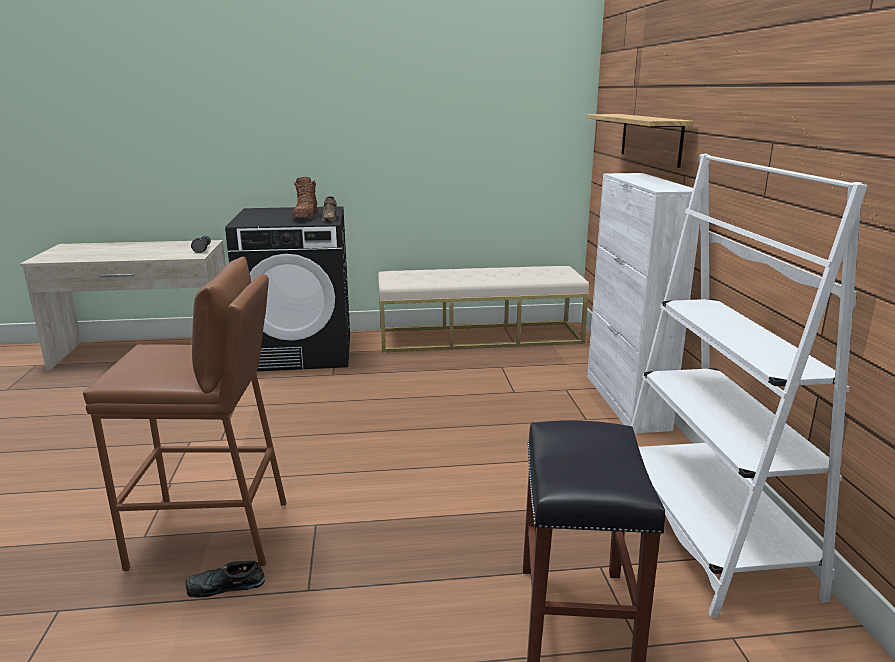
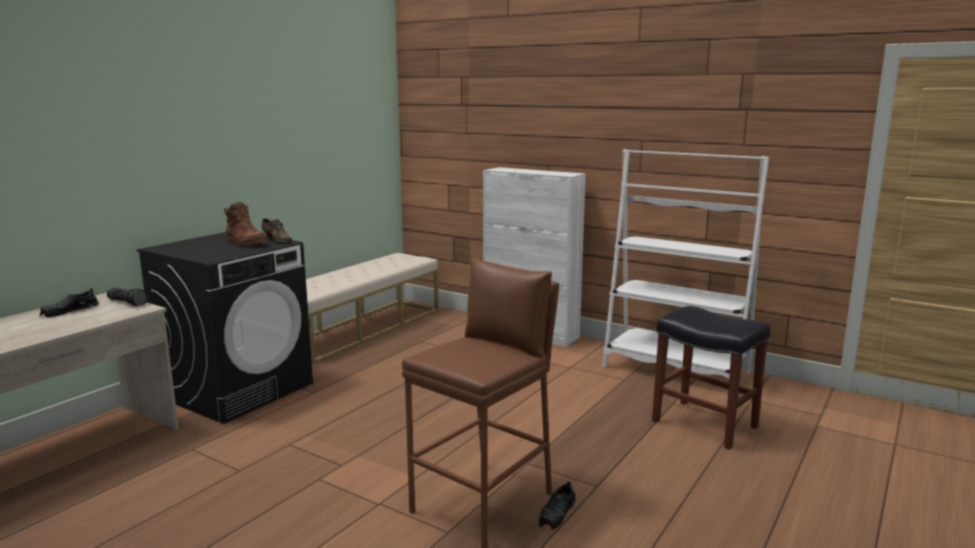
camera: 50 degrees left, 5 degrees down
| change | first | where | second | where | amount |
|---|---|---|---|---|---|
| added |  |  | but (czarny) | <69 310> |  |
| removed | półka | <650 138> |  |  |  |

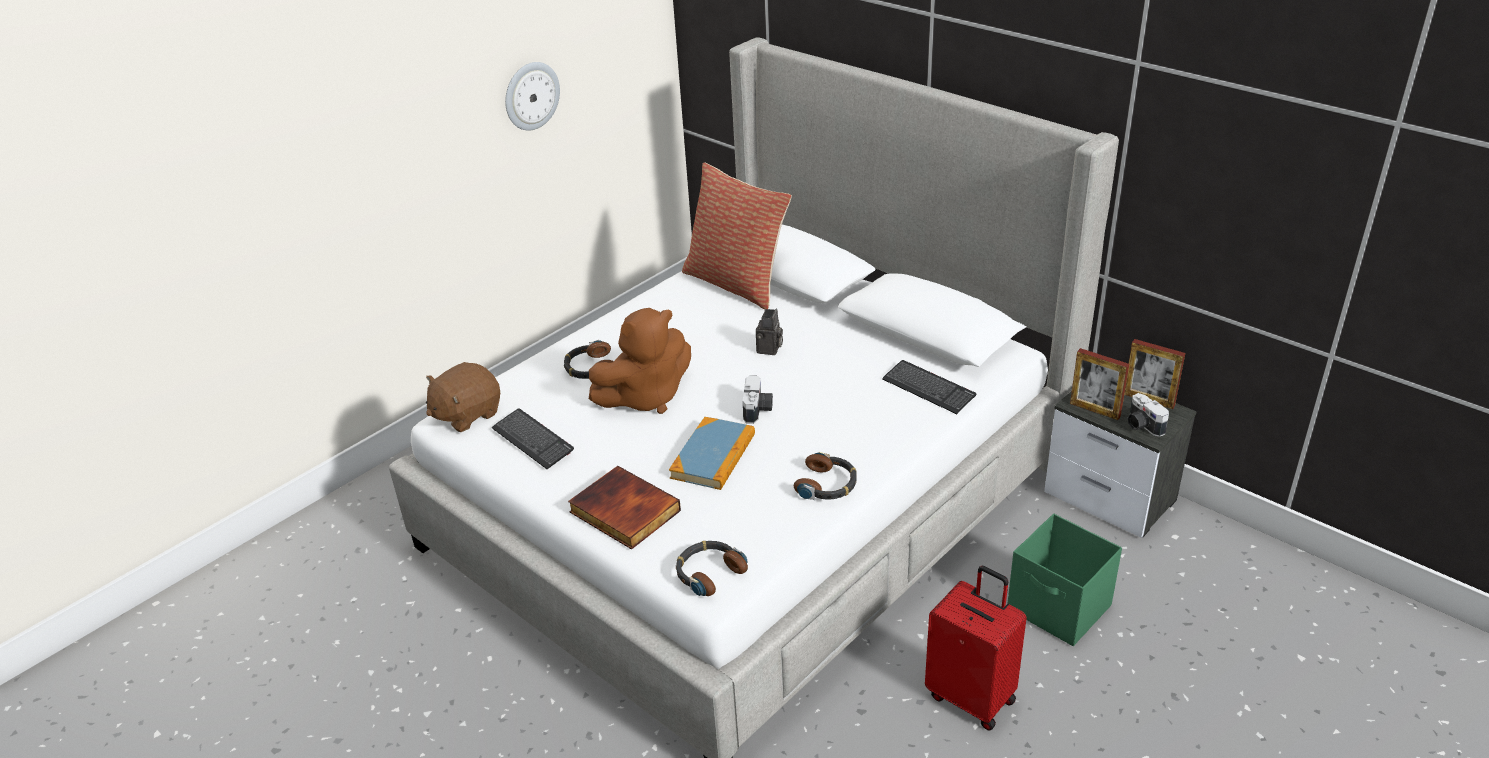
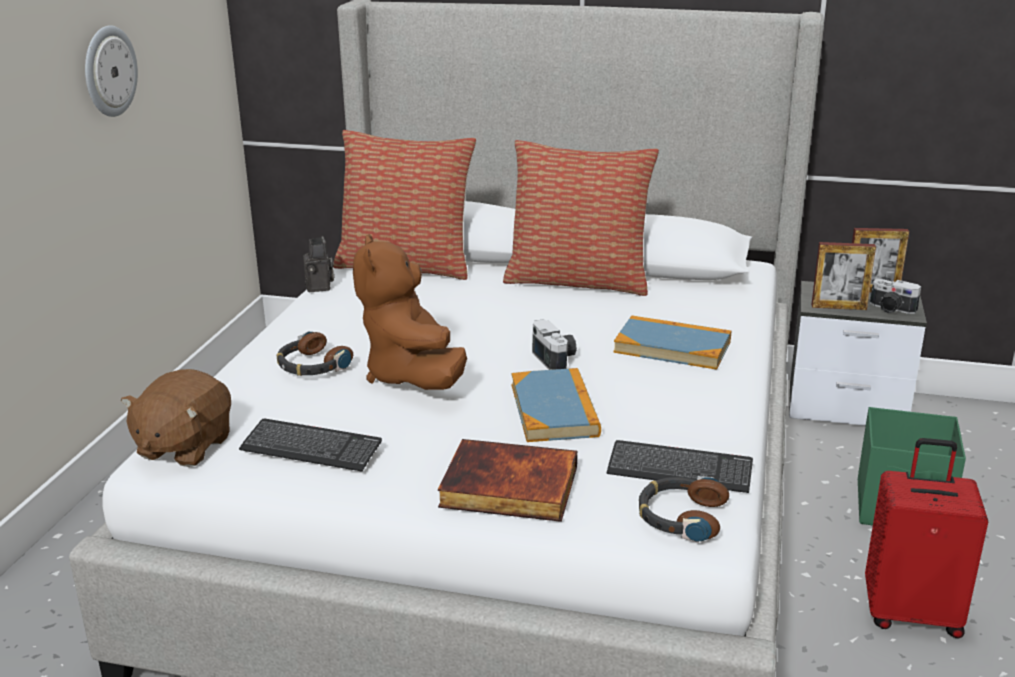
camera: 30 degrees left, 10 degrees down
| change | first | where | second | where | amount |
|---|---|---|---|---|---|
| moved | aparat fotograficzny | <769 350> |  | <320 287> |  |
| turned | pluszak (brązowy) | <646 397> |  | <412 376> | 135 degrees clockwise |
| added |  |  | poduszka | <578 280> |  |
| moved | klawiatura | <928 389> |  | <679 469> |  |
| added |  |  | książka | <672 347> |  |
| removed | słuchawki | <827 485> |  |  |  |

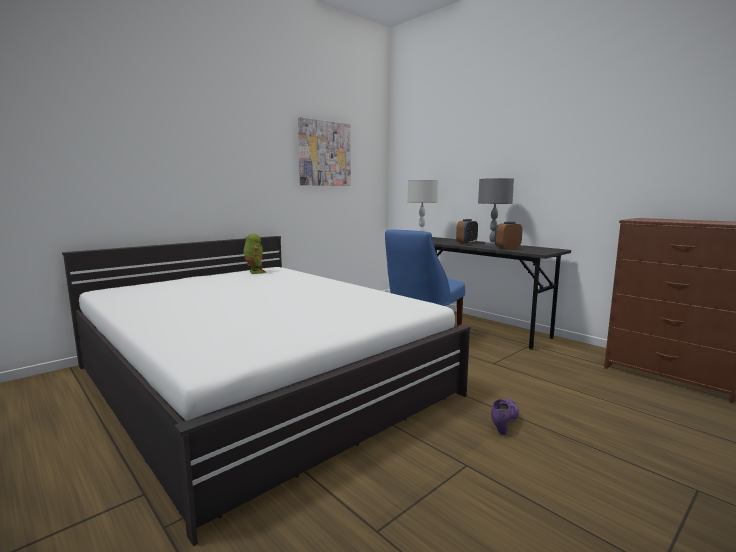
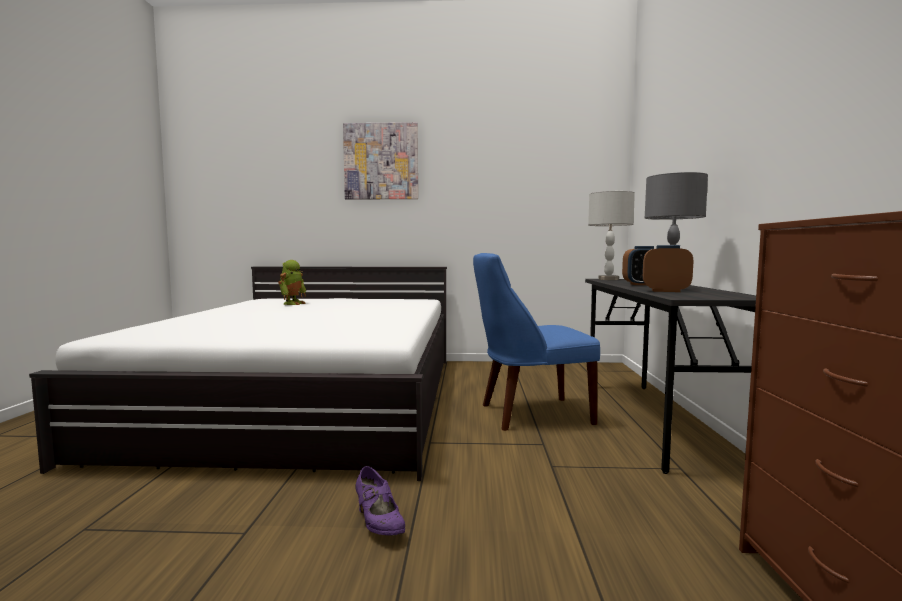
camera: 45 degrees right, 5 degrees down
| change | first | where | second | where | amount |
|---|---|---|---|---|---|
| moved | robot zabawkowy | <254 272> |  | <292 303> |  |
| moved | obraz | <324 153> |  | <381 161> |  |
| turned | but (fioletowy) | <503 423> |  | <378 524> | 75 degrees clockwise |

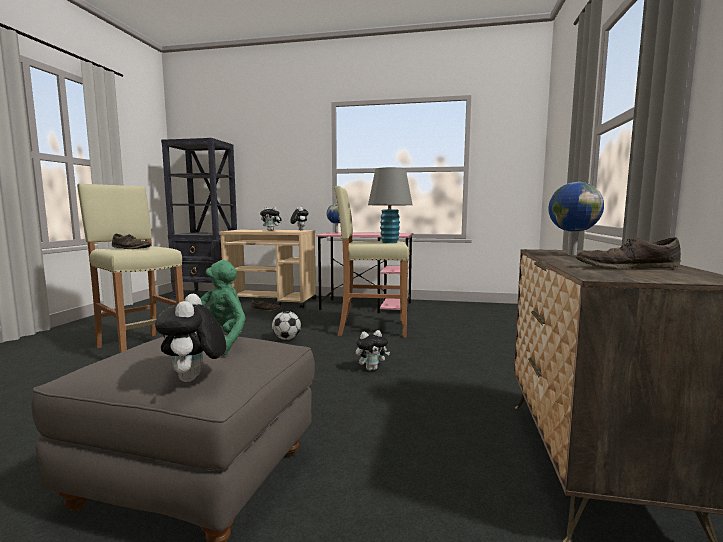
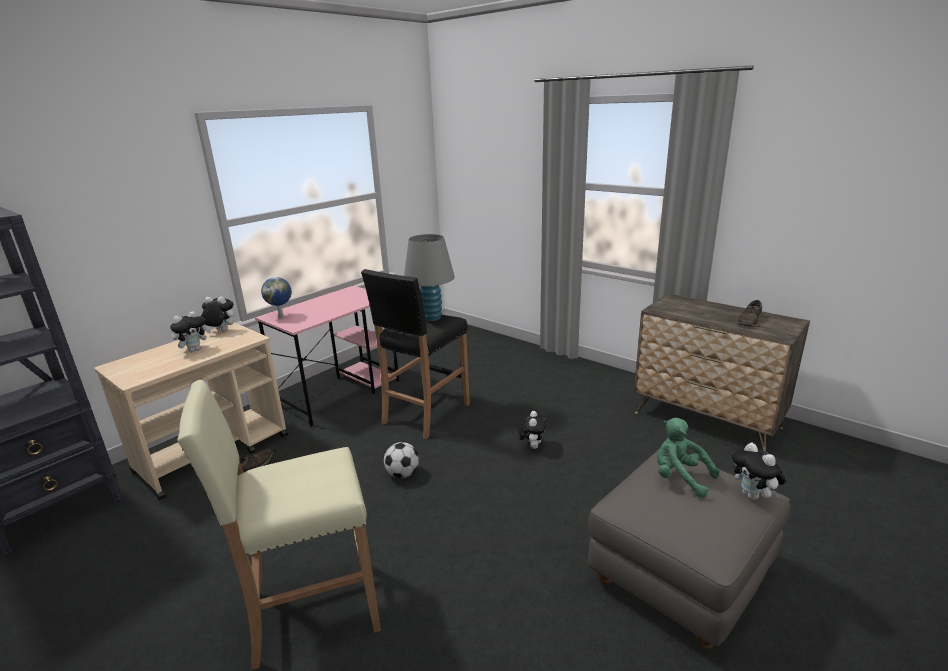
camera: 60 degrees left, 15 degrees up
| change | first | where | second | where | amount |
|---|---|---|---|---|---|
| recoloured | stołek (beżowy) | <371 329> | stołek (czarny) | <425 414> |  |
| turned | pluszak | <194 379> |  | <753 496> | 45 degrees clockwise |
| removed | but (brązowy) | <131 248> |  |  |  |
| removed | globus | <571 254> |  |  |  |

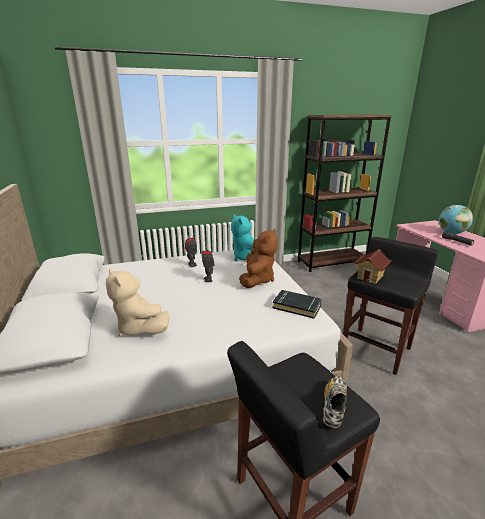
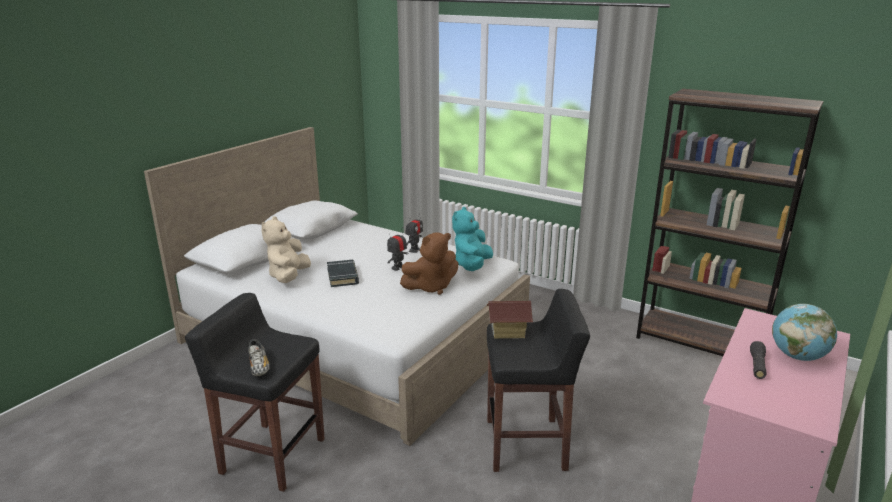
camera: 50 degrees right, 0 degrees up
| change | first | where | second | where | amount |
|---|---|---|---|---|---|
| turned | but | <334 406> |  | <259 366> | 90 degrees clockwise |
| moved | książka (czarny) | <297 306> |  | <343 276> |  |

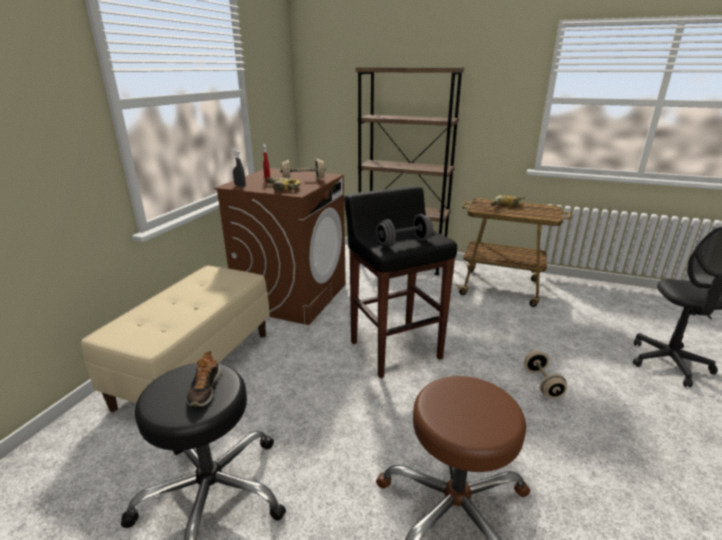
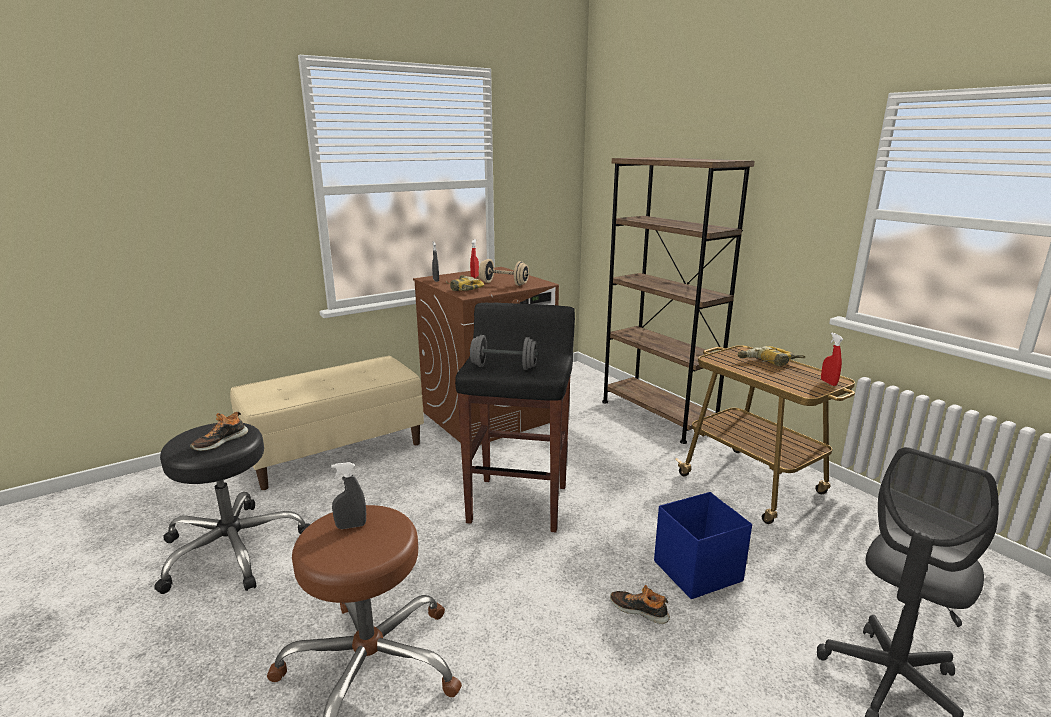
camera: 35 degrees right, 5 degrees down
| change | first | where | second | where | amount |
|---|---|---|---|---|---|
| added |  |  | spryskiwacz (szary) | <351 526> |  |
| replaced | hantel (beżowy) | <542 383> | but | <639 610> |  |
| added |  |  | pojemnik do przechowywania (niebieski) | <696 571> |  |
| added |  |  | spryskiwacz (czerwony) | <828 382> |  |

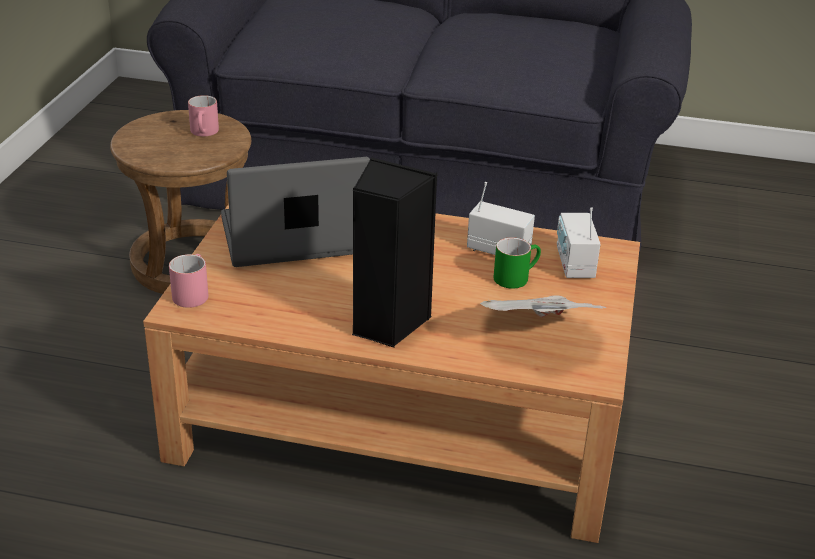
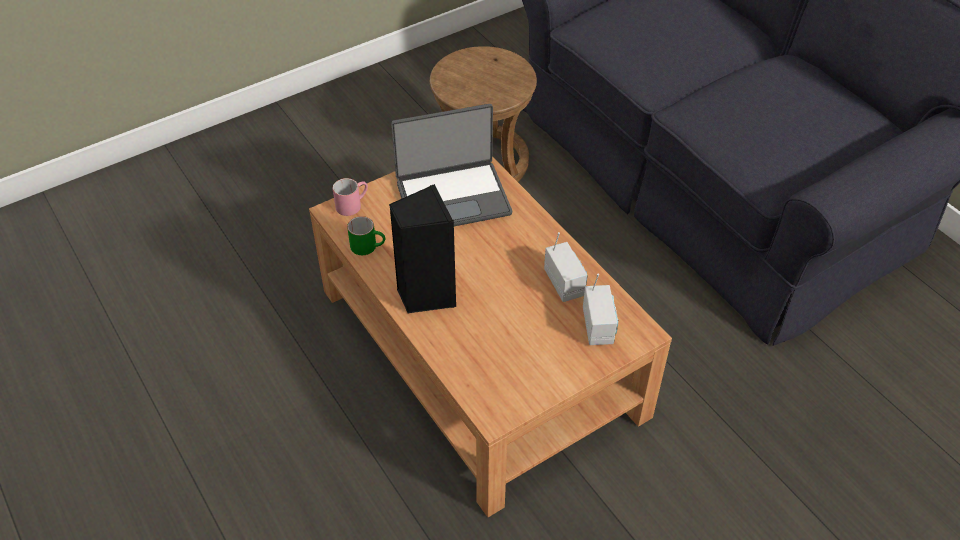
camera: 45 degrees right, 15 degrees up
| change | first | where | second | where | amount |
|---|---|---|---|---|---|
| moved | kubek (zielony) | <516 276> |  | <368 246> |  |
| turned | laptop | <293 238> |  | <453 197> | 135 degrees clockwise |
| turned | radio | <574 264> |  | <598 326> | 135 degrees clockwise |
| removed | kubek (różowy) | <205 133> |  |  |  |
| removed | gazeta | <539 332> |  |  |  |

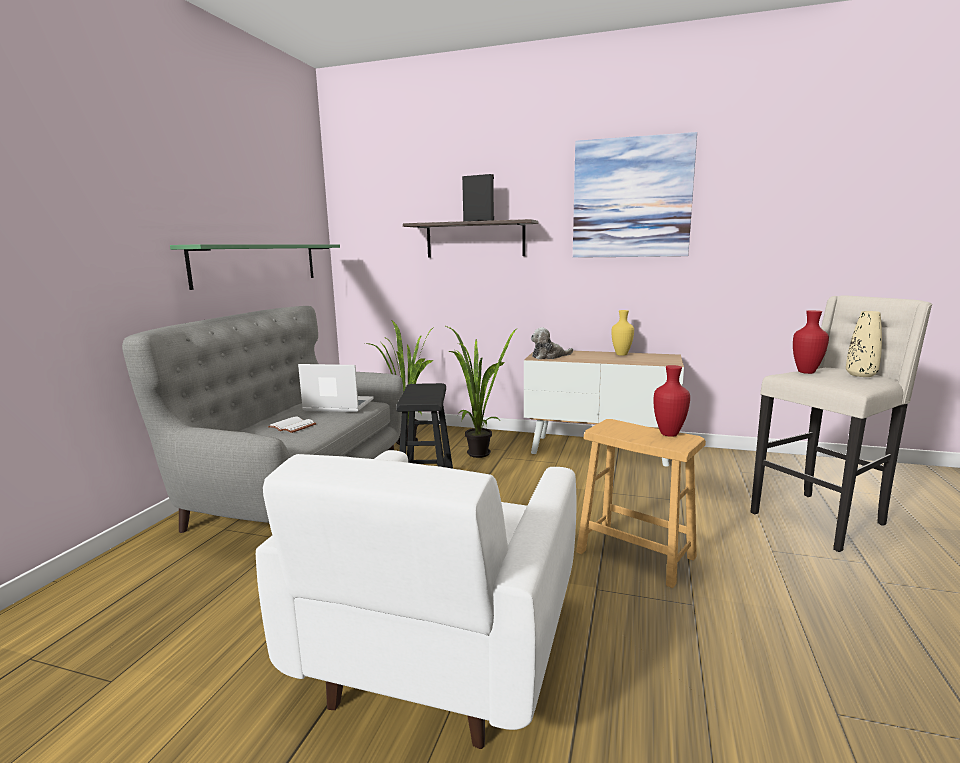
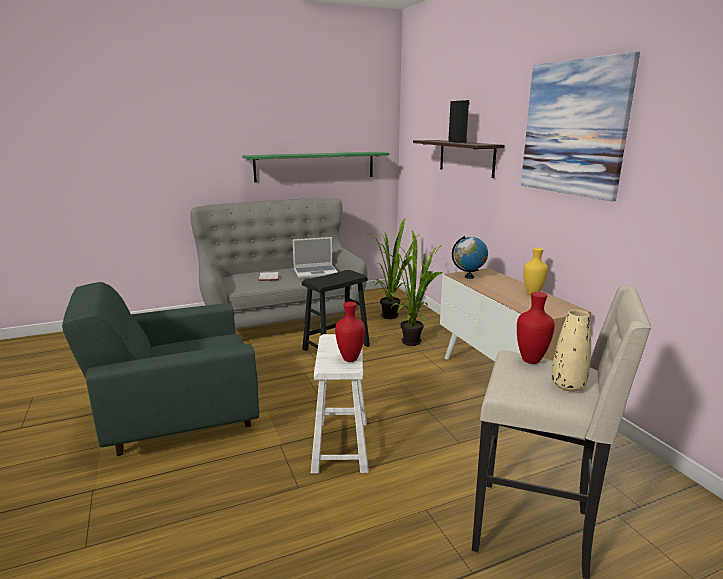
camera: 50 degrees right, 5 degrees up
| change | first | where | second | where | amount |
|---|---|---|---|---|---|
| recoloured | fotel (biały) | <439 651> | fotel (zielony) | <177 418> |  |
| turned | laptop | <337 405> |  | <316 272> | 105 degrees clockwise |
| recoloured | stołek (brązowy) | <635 555> | stołek (biały) | <340 446> |  |
| replaced | pluszak | <549 356> | globus | <469 277> |  |

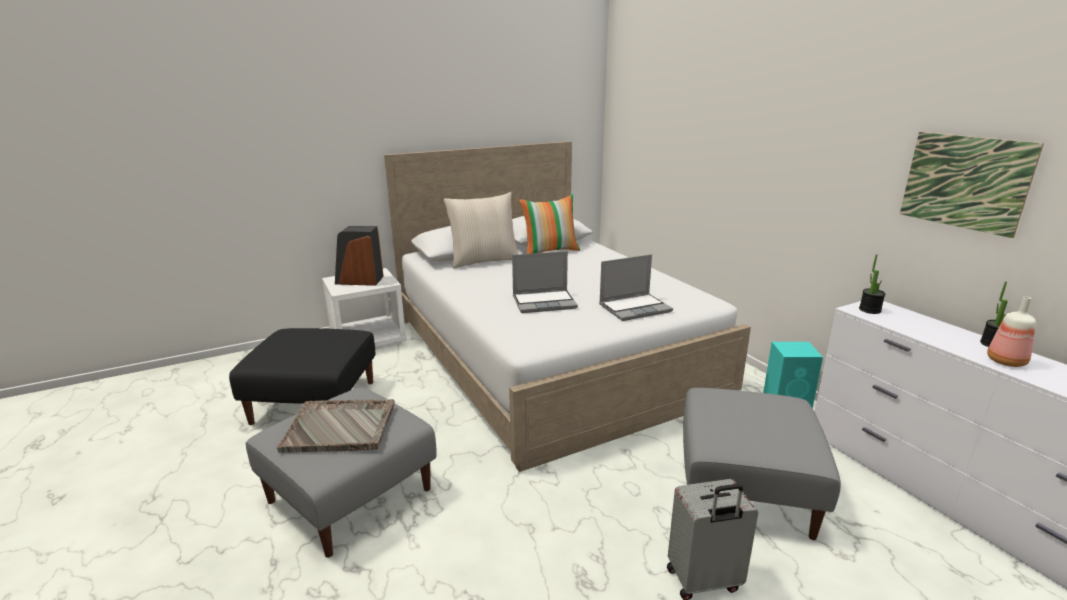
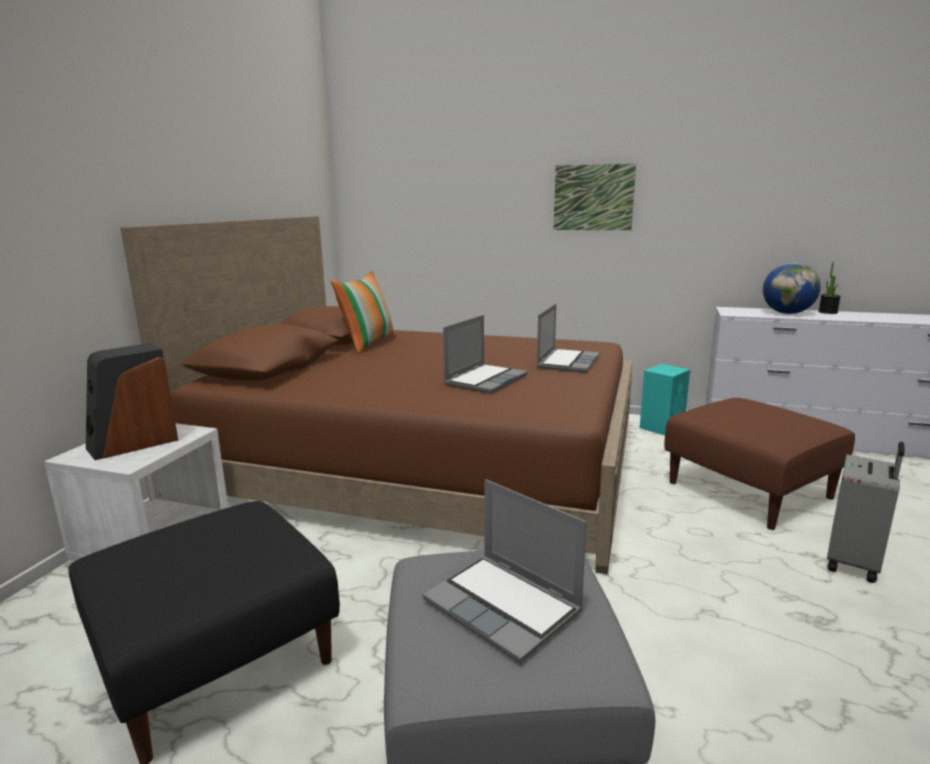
camera: 45 degrees left, 5 degrees down
| change | first | where | second | where | amount |
|---|---|---|---|---|---|
| recoloured | łóżko (biały) | <549 354> | łóżko (brązowy) | <425 463> |  |
| replaced | taca (szary) | <341 427> | laptop | <505 607> |  |
| moved | obraz | <964 182> |  | <593 197> |  |
| recoloured | pufa (szary) | <746 489> | pufa (brązowy) | <750 490> |  |
| added |  |  | globus | <787 313> |  |
| removed | poduszka (beżowy) | <484 261> |  |  |  |
| removed | roślina doniczkowa | <869 310> |  |  |  |
| removed | butelka | <1007 362> |  |  |  |

